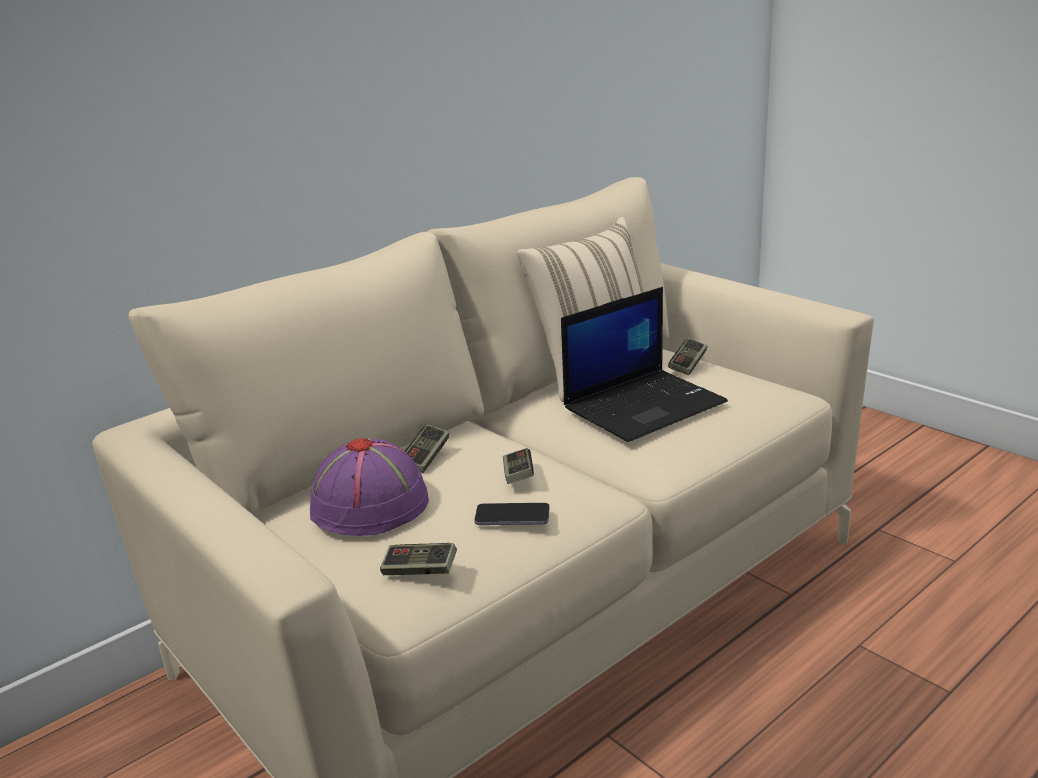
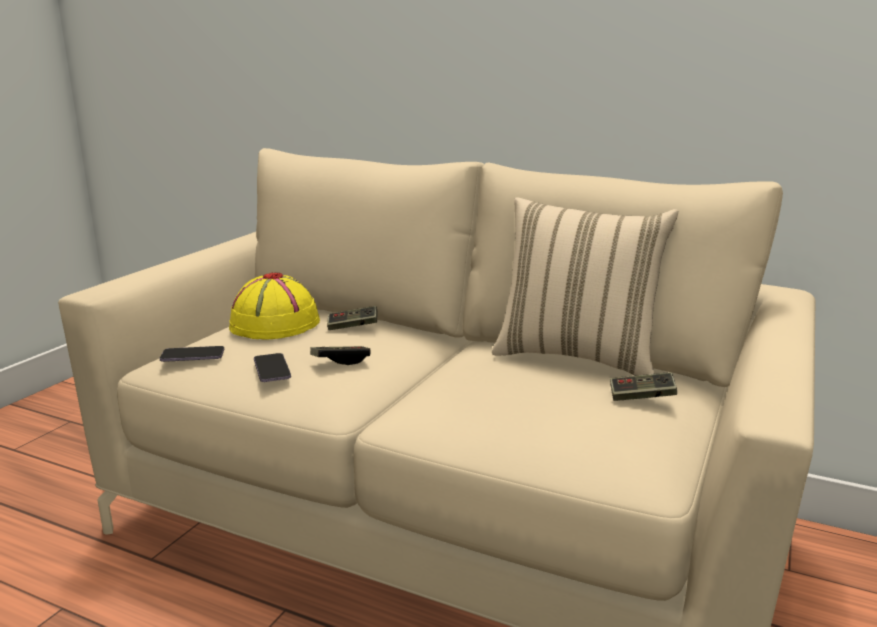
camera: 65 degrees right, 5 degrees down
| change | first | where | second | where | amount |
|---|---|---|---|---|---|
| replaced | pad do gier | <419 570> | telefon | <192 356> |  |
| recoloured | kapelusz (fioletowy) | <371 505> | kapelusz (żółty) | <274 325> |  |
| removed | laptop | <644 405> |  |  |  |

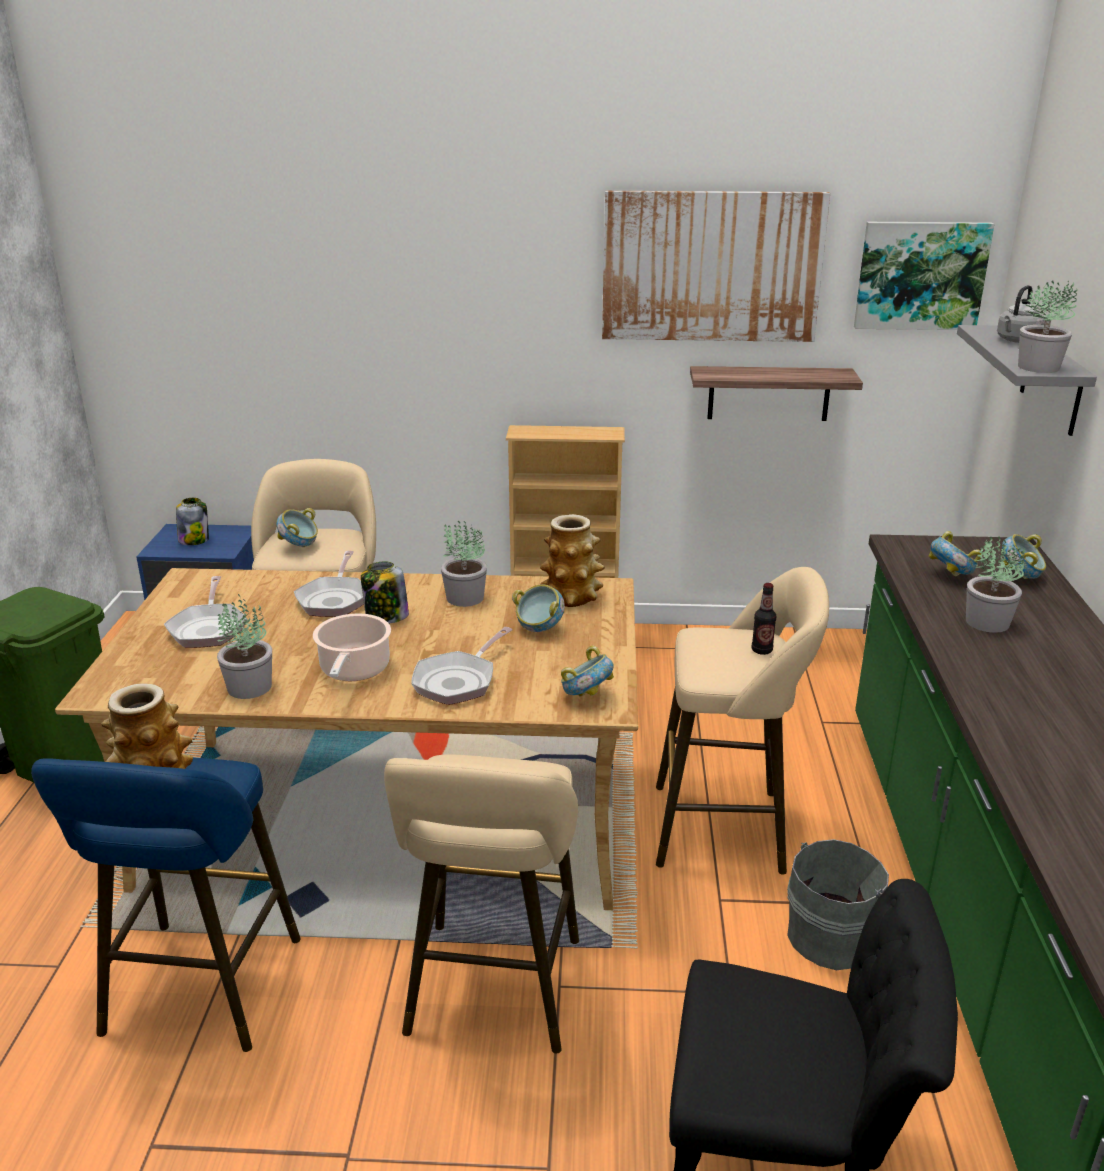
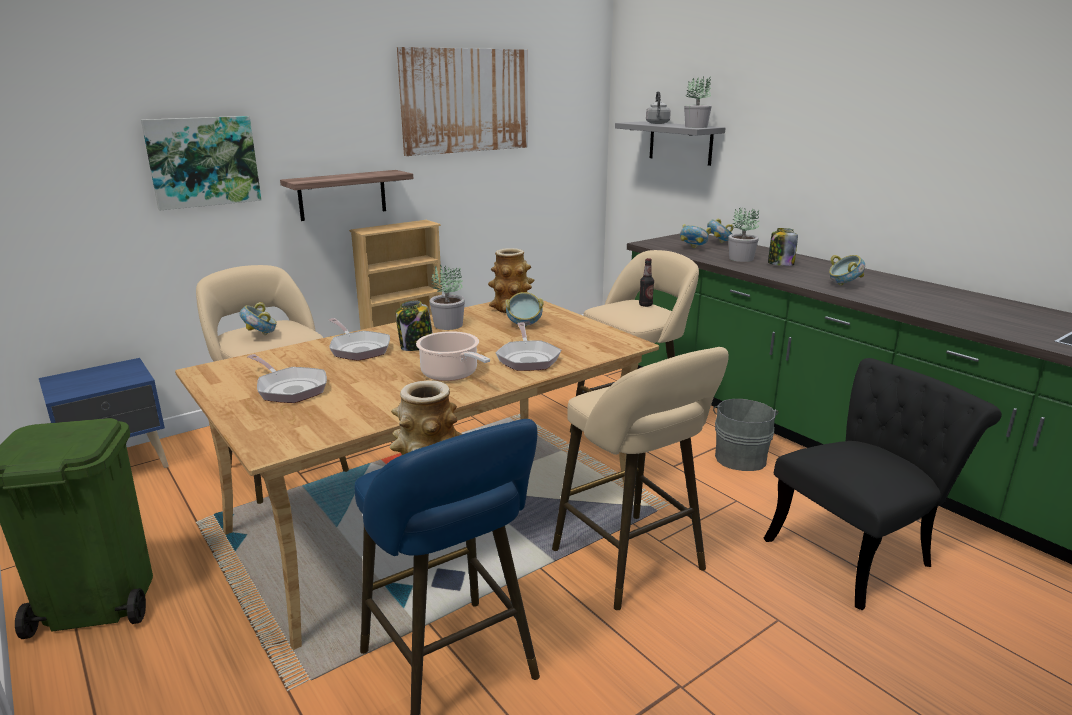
camera: 40 degrees left, 5 degrees down
| change | first | where | second | where | amount |
|---|---|---|---|---|---|
| moved | obraz | <920 275> |  | <203 161> |  |
| moved | półka | <768 393> |  | <342 195> |  |
| moved | słoik | <194 540> |  | <780 264> |  |
| moved | miska | <586 697> |  | <843 285> |  |
| removed | roślina doniczkowa | <248 687> |  |  |  |

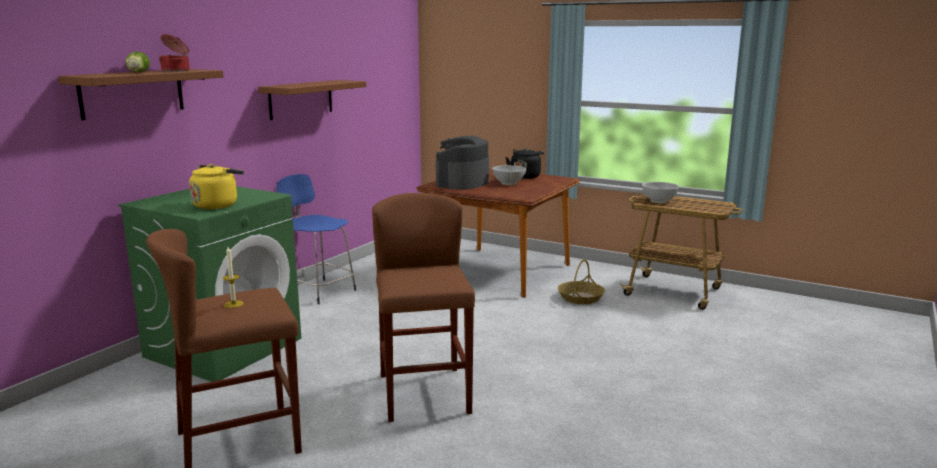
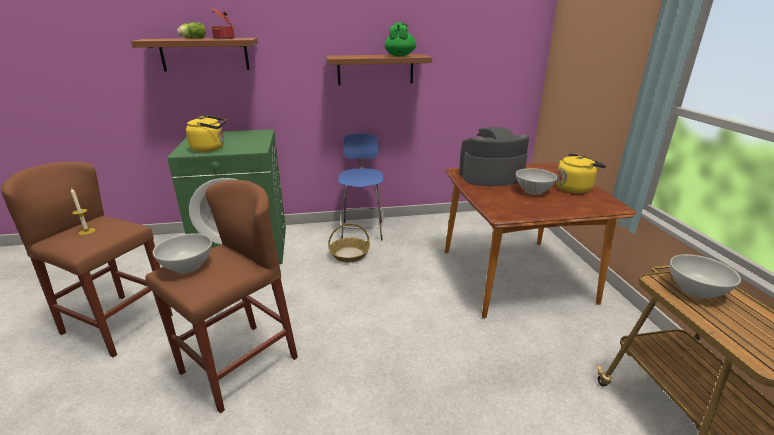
camera: 50 degrees right, 10 degrees up
| change | first | where | second | where | amount |
|---|---|---|---|---|---|
| added |  |  | miska (biały) | <188 266> |  |
| moved | koszyk | <580 298> |  | <349 254> |  |
| added |  |  | imbryk (zielony) | <400 55> |  |
| recoloured | czajnik (czarny) | <525 176> | czajnik (żółty) | <575 188> |  |

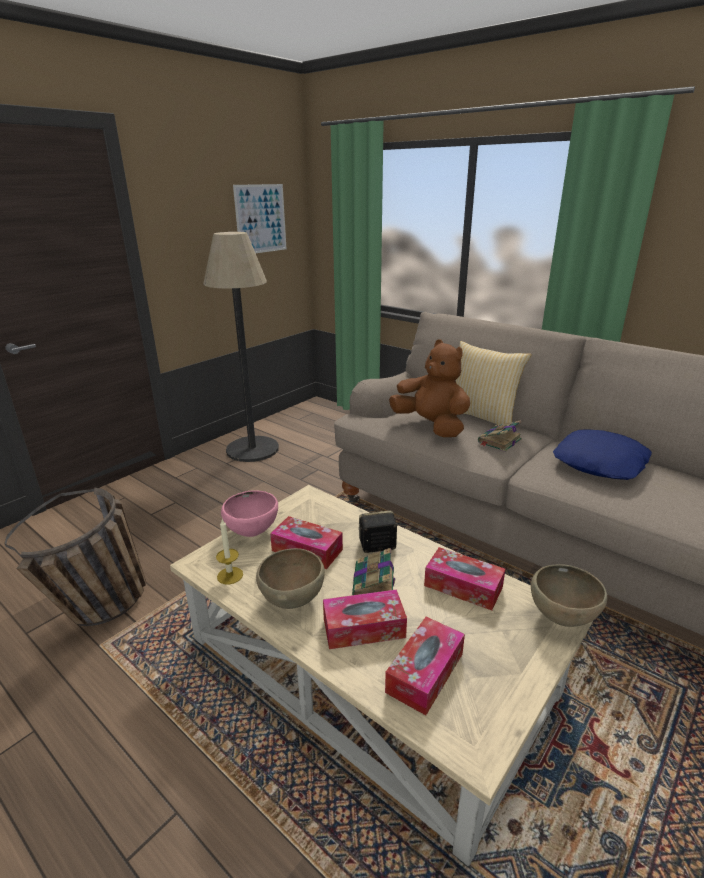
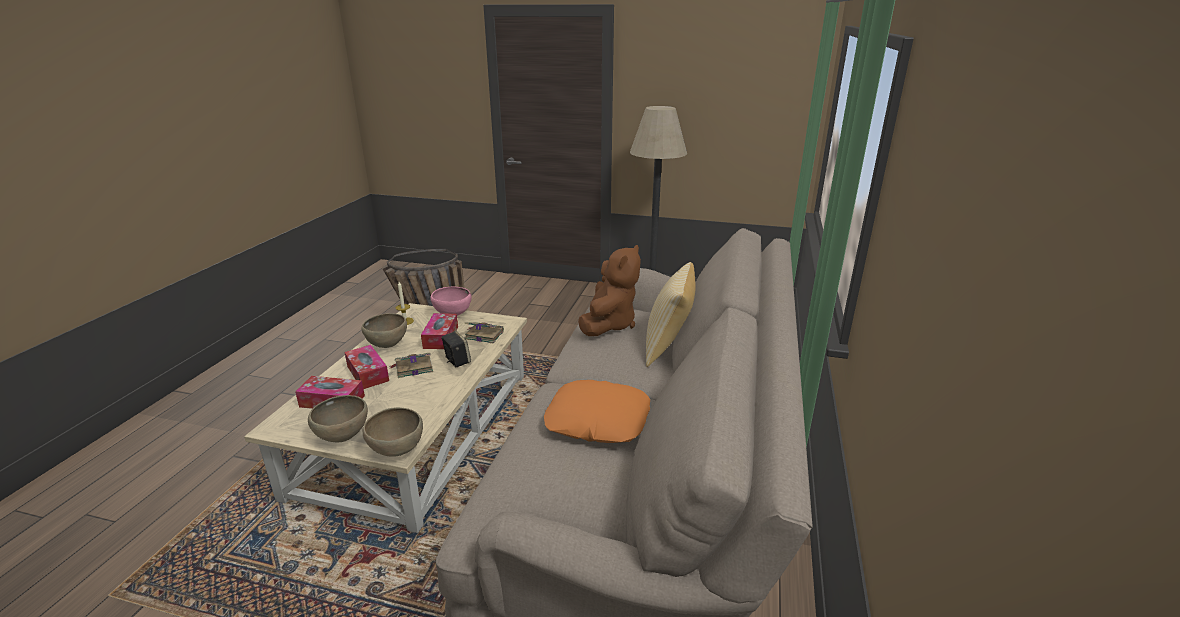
camera: 65 degrees right, 0 degrees up
| change | first | where | second | where | amount |
|---|---|---|---|---|---|
| added |  |  | miska (brązowy) | <343 437> |  |
| moved | książka | <499 441> |  | <483 335> |  |
| recoloured | poduszka (niebieski) | <600 463> | poduszka (pomarańczowy) | <597 421> |  |
| removed | obraz | <261 219> |  |  |  |
| removed | pudełko chusteczek | <463 586> |  |  |  |

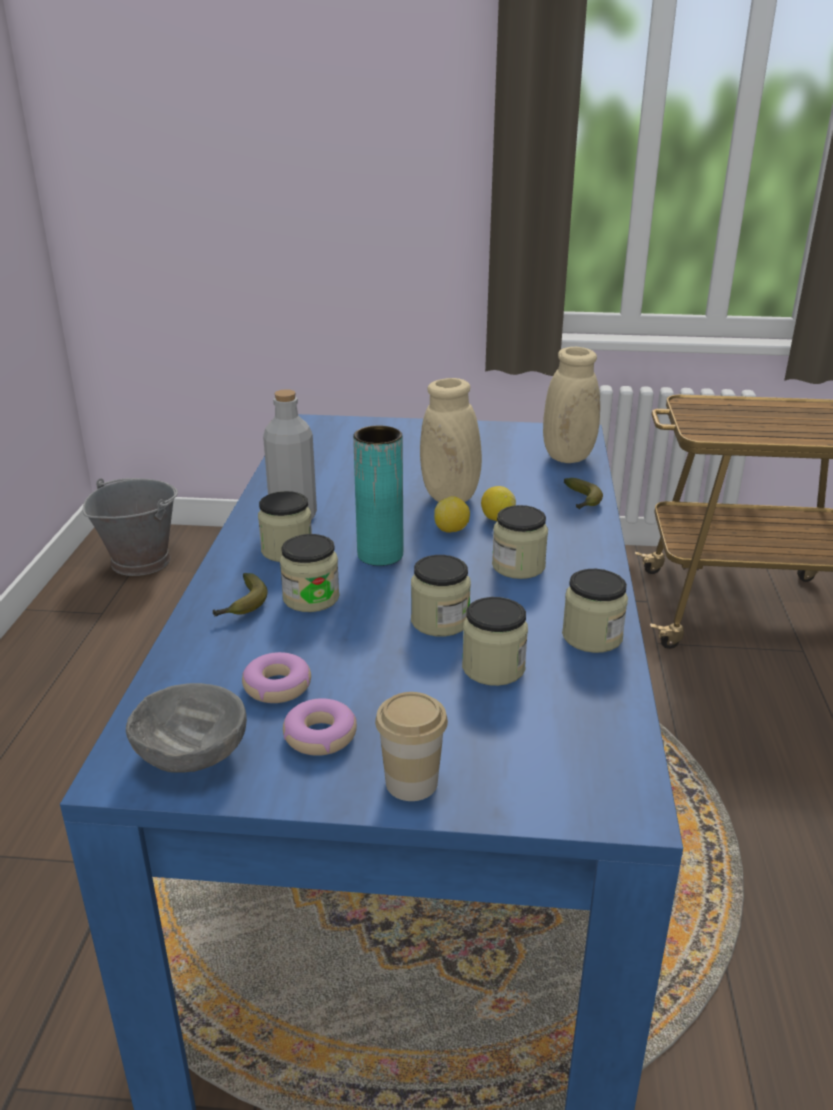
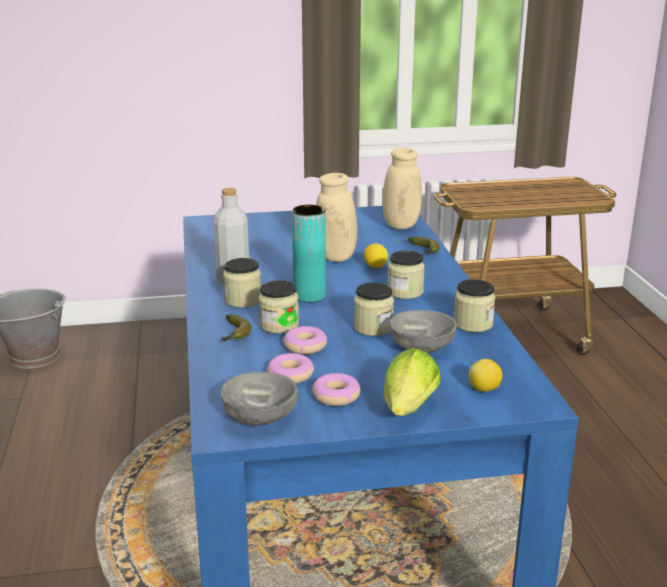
camera: 15 degrees left, 5 degrees down
| change | first | where | second | where | amount |
|---|---|---|---|---|---|
| added |  |  | donut | <305 346> |  |
| replaced | filiżanka | <411 782> | sałata | <408 410> |  |
| replaced | słoik | <493 668> | miska (szary) | <422 347> |  |
| moved | cytryna | <452 531> |  | <484 389> |  |

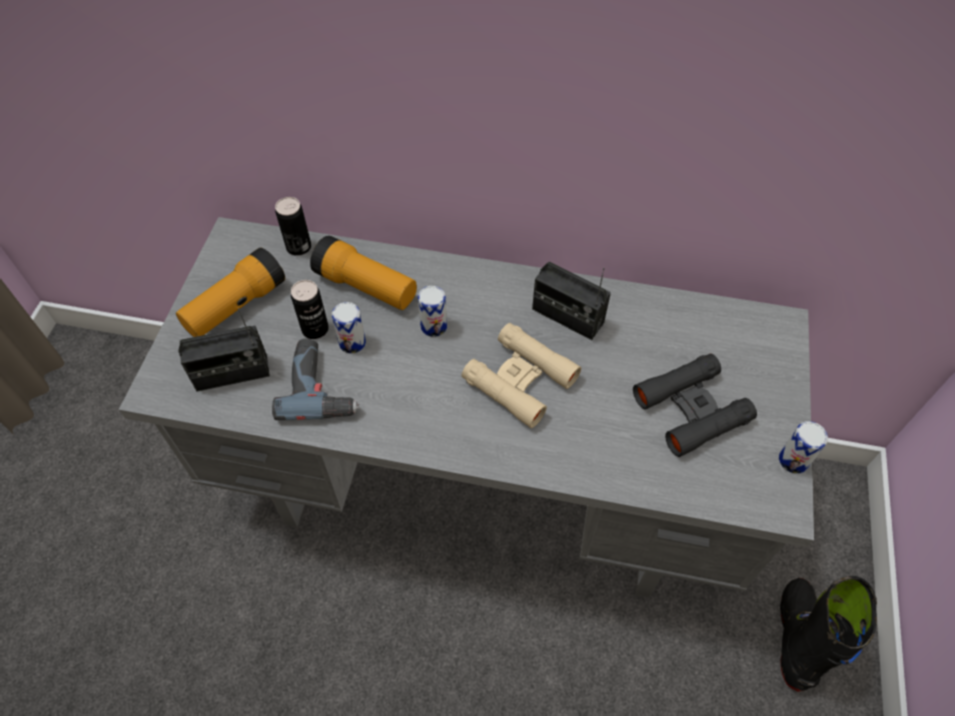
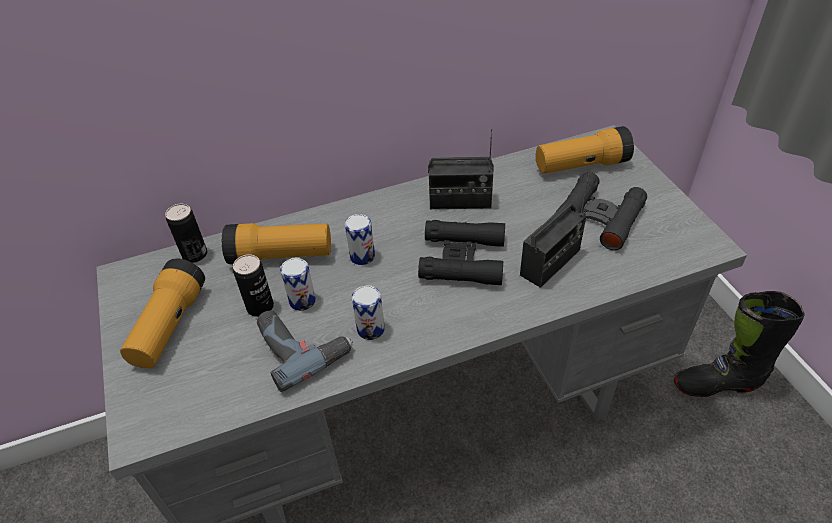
camera: 30 degrees left, 10 degrees down
| change | first | where | second | where | amount |
|---|---|---|---|---|---|
| moved | puszka | <793 460> |  | <370 329> |  |
| recoloured | lornetka (beżowy) | <520 380> | lornetka (czarny) | <462 259> |  |
| moved | radio | <232 373> |  | <550 263> |  |
| added |  |  | latarka | <581 165> |  |
| turned | but z cholewką (czarny) | <796 637> |  | <717 383> | 75 degrees counterclockwise |

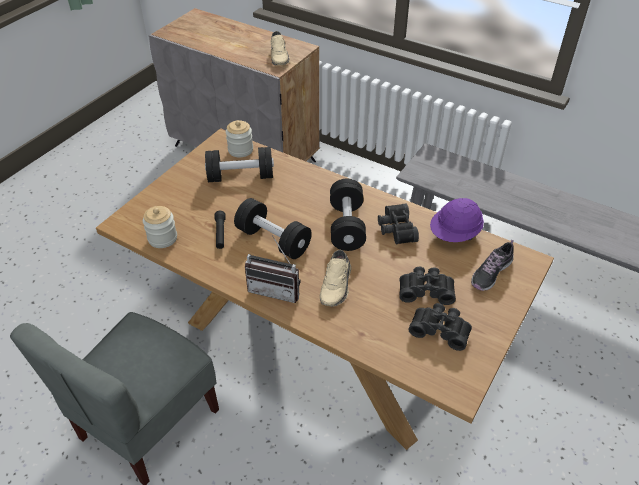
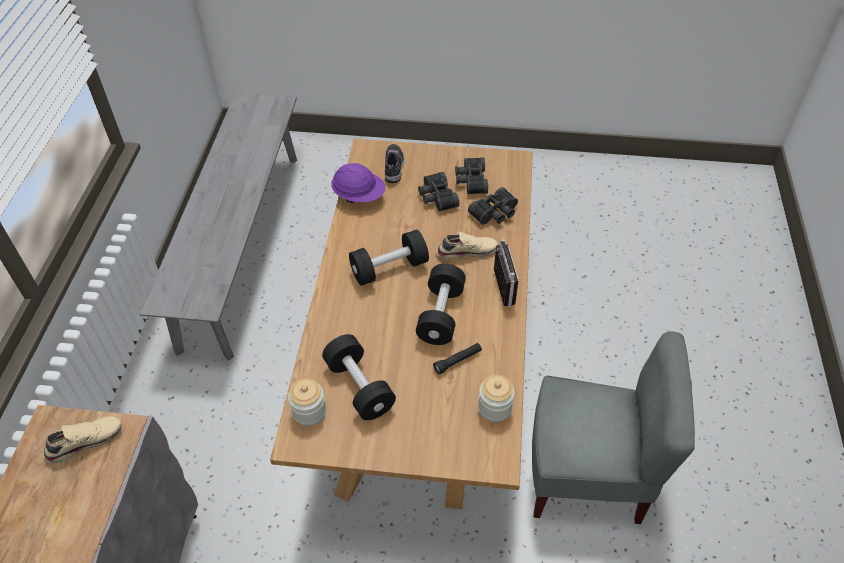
camera: 115 degrees left, 5 degrees up
| change | first | where | second | where | amount |
|---|---|---|---|---|---|
| turned | but | <491 273> |  | <393 167> | 105 degrees counterclockwise |
| moved | lornetka (czarny) | <395 229> |  | <495 213> |  |

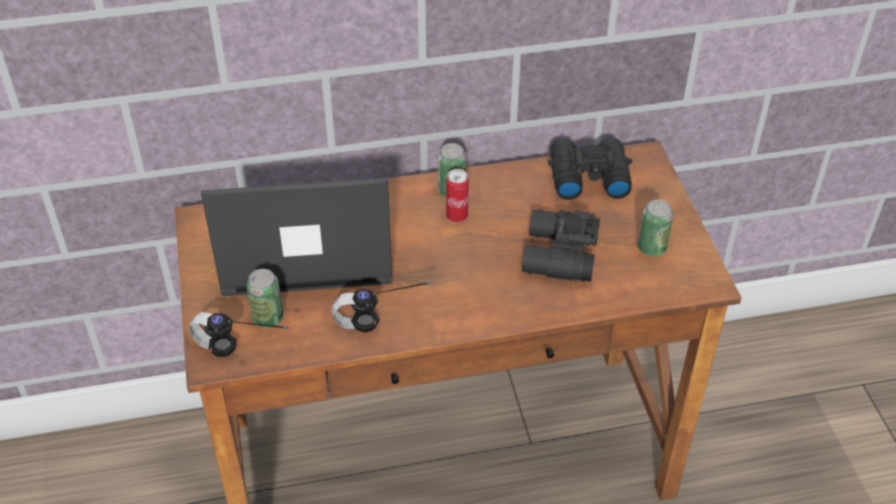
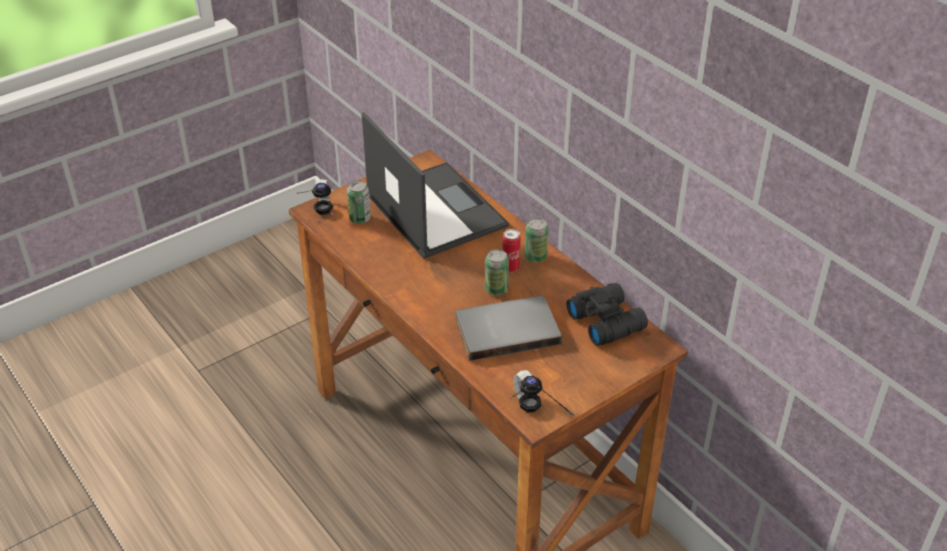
camera: 65 degrees right, 5 degrees down
| change | first | where | second | where | amount |
|---|---|---|---|---|---|
| replaced | lornetka (czarny) | <557 256> | książka (szary) | <506 329> |  |
| moved | puszka | <651 248> |  | <496 289> |  |
| moved | słuchawki | <383 331> |  | <531 419> |  |

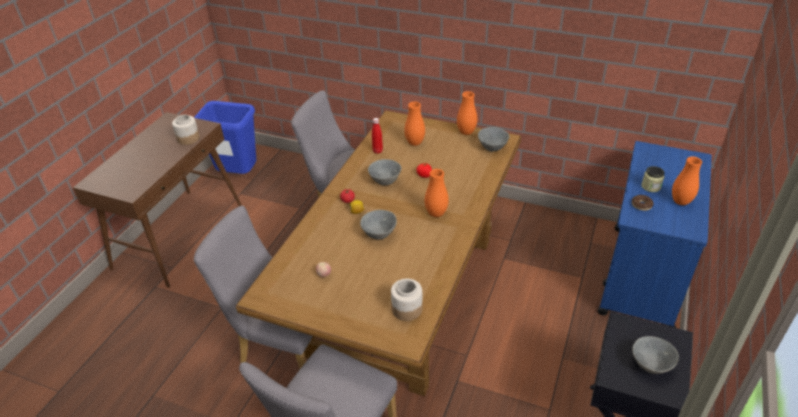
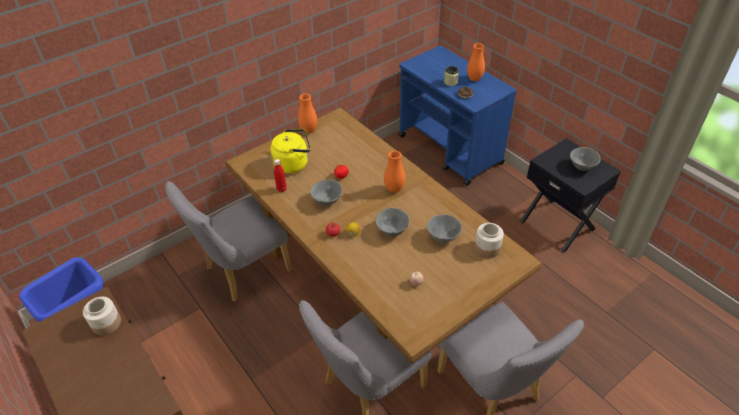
camera: 60 degrees left, 5 degrees up
| change | first | where | second | where | amount |
|---|---|---|---|---|---|
| replaced | wazon (pomarańczowy) | <415 143> | czajnik (żółty) | <293 163> |  |
| moved | miska (szary) | <492 148> |  | <443 238> |  |

